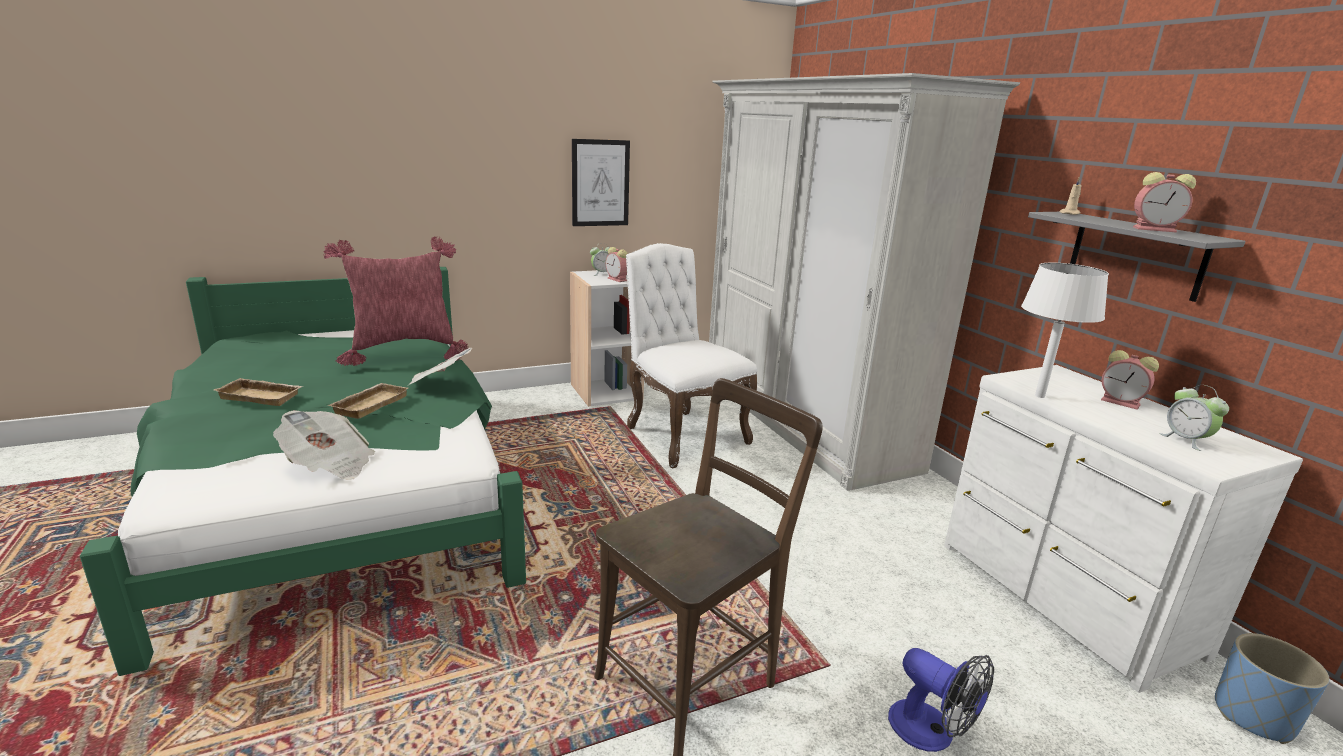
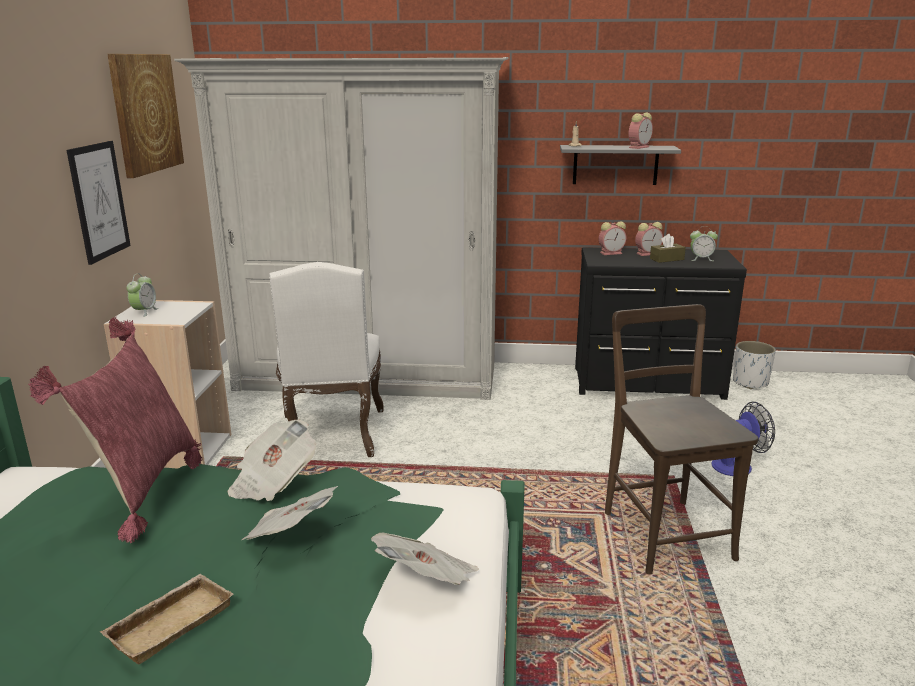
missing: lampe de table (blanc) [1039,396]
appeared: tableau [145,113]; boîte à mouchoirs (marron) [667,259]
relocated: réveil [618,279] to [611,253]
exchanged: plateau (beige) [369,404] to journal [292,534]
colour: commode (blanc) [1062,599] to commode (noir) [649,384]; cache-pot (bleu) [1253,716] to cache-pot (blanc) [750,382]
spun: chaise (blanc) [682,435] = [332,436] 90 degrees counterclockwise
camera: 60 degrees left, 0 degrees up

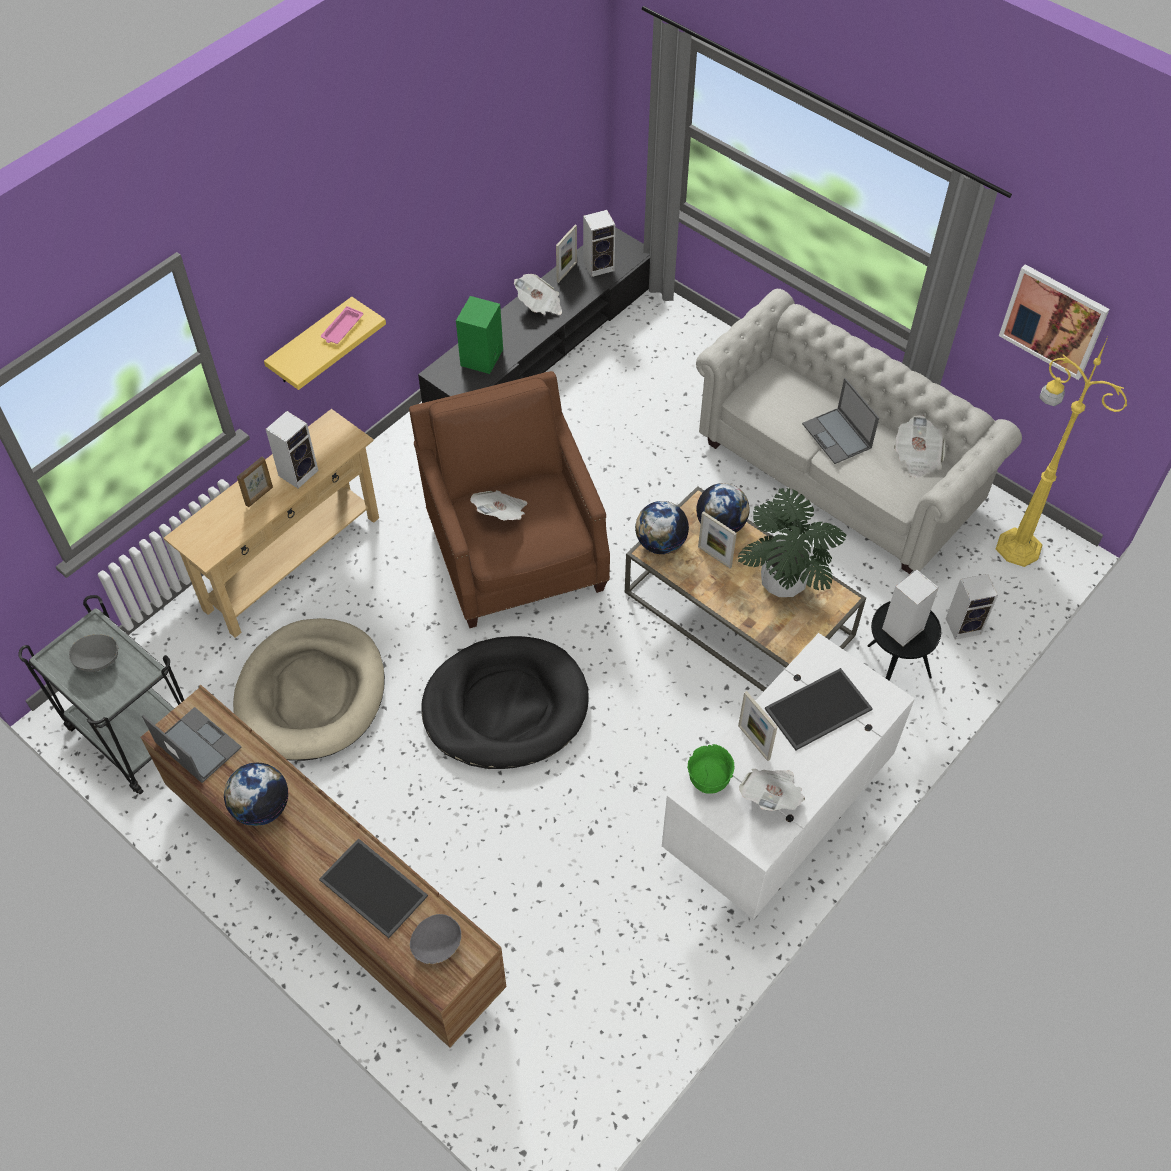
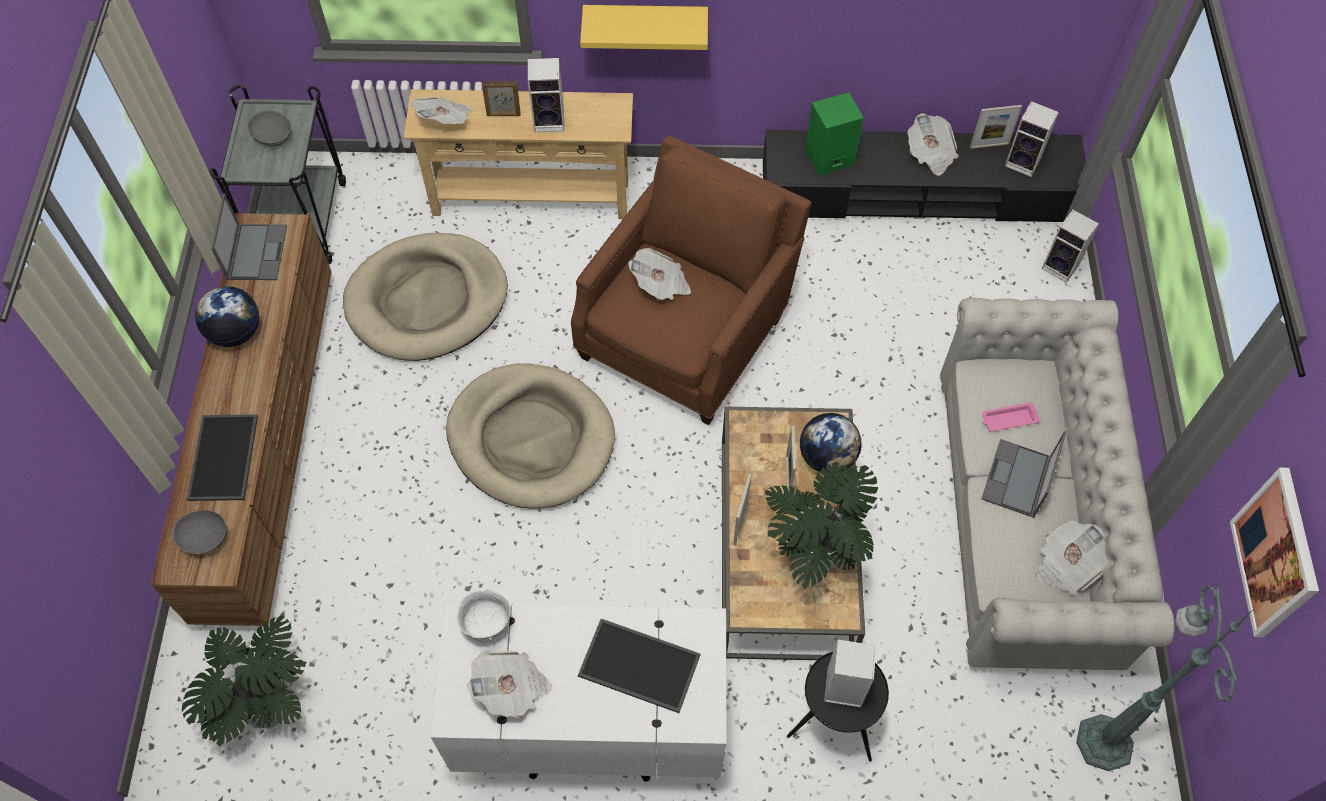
missing: globe [660,543]
appeared: journal [445,120]; plante en pot [269,703]
relocated: plateau (rose) [342,329] to [1008,419]; enceinte [964,625] to [1061,267]; cadre photo [754,742] to [740,523]
colour: lampadaire (jaune) [1016,546] to lampadaire (vert) [1104,739]; panier pour chien (noir) [505,706] to panier pour chien (beige) [531,438]; bol (vert) [709,780] to bol (blanc) [487,625]
camera: 50 degrees right, 5 degrees up

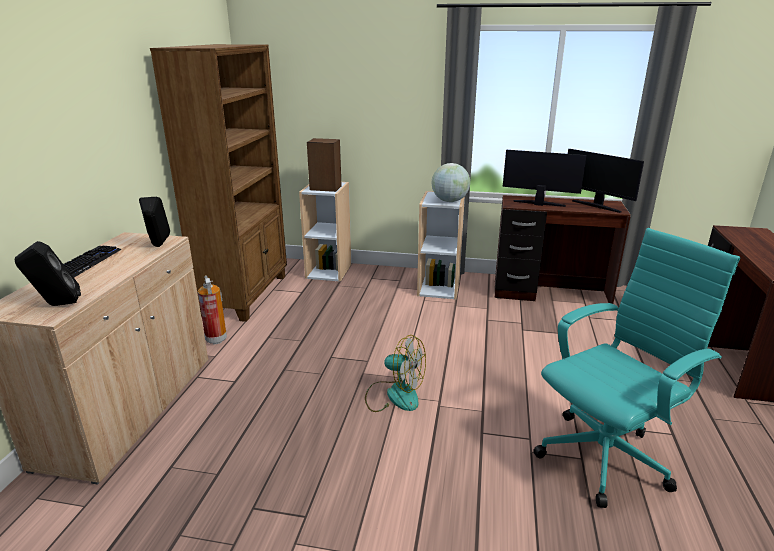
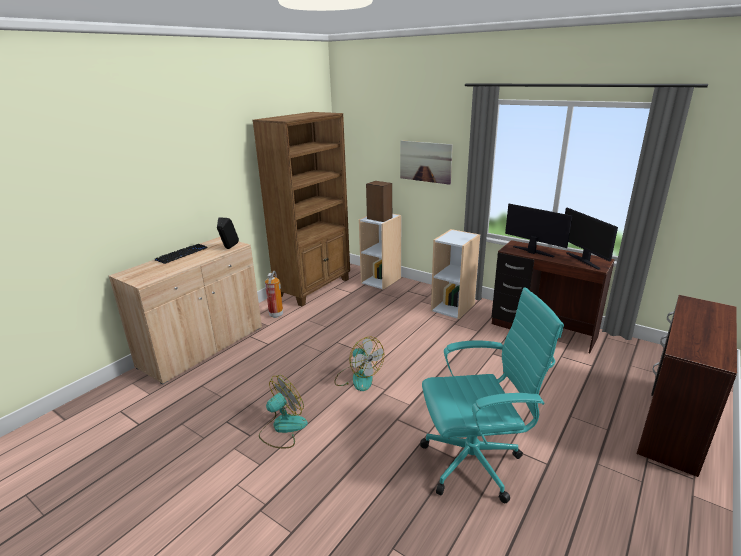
missing: globe [449,201]; enceinte (noir) [56,305]
appeared: tableau [425,161]; ventilateur [283,428]
camera: 25 degrees right, 0 degrees up

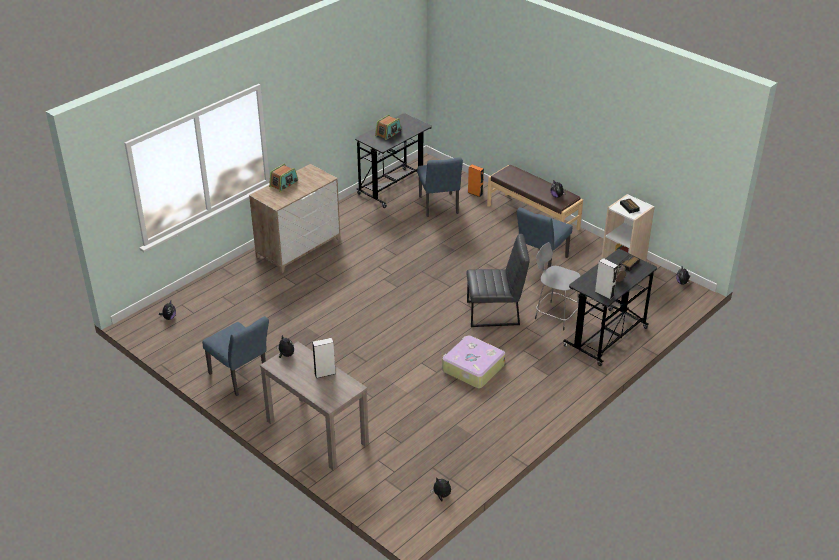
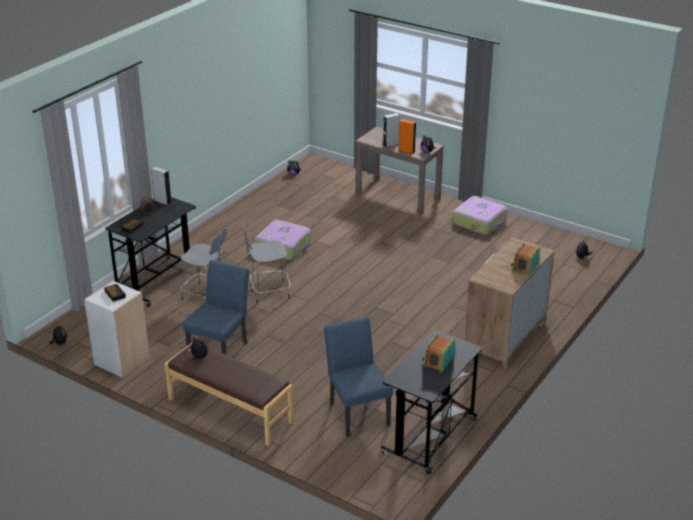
relocated: enceinte (orange) [475,193] to [406,151]
exchanged: chaise (gris) [495,313] to tabouret (gris) [268,292]; chaise (bleu) [241,378] to valise [480,222]
camera: 170 degrees right, 5 degrees down

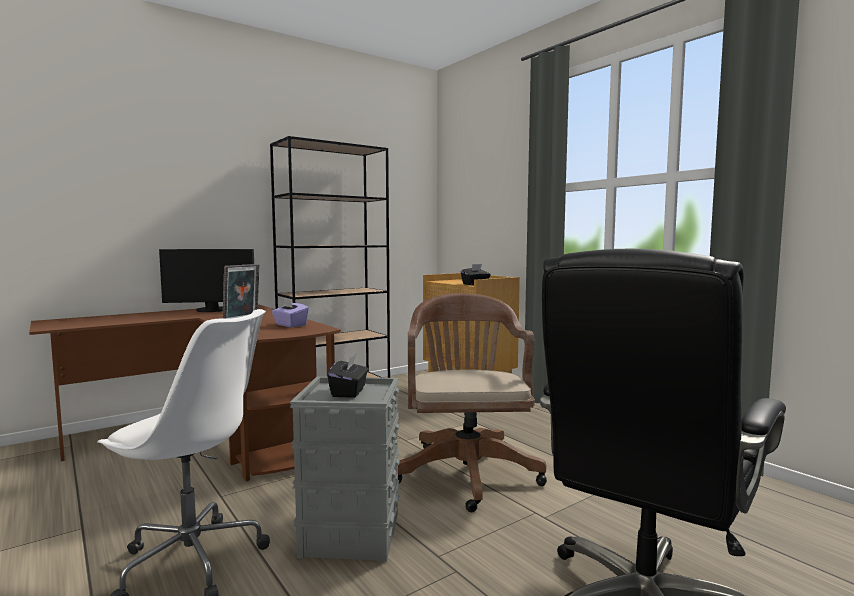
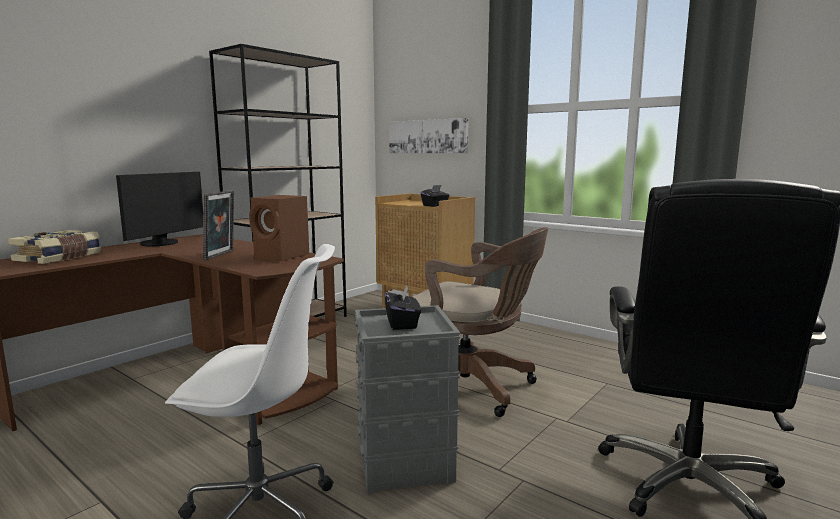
appeared: tableau [428,136]; livre [59,258]
exchanged: boîte à mouchoirs (violet) [290,325] to enceinte (marron) [283,256]
spun: écran d'ordinateur [211,310] = [162,243] 45 degrees counterclockwise; chaise de bureau (marron) [466,470] = [472,387] 135 degrees clockwise
camera: 15 degrees left, 5 degrees up

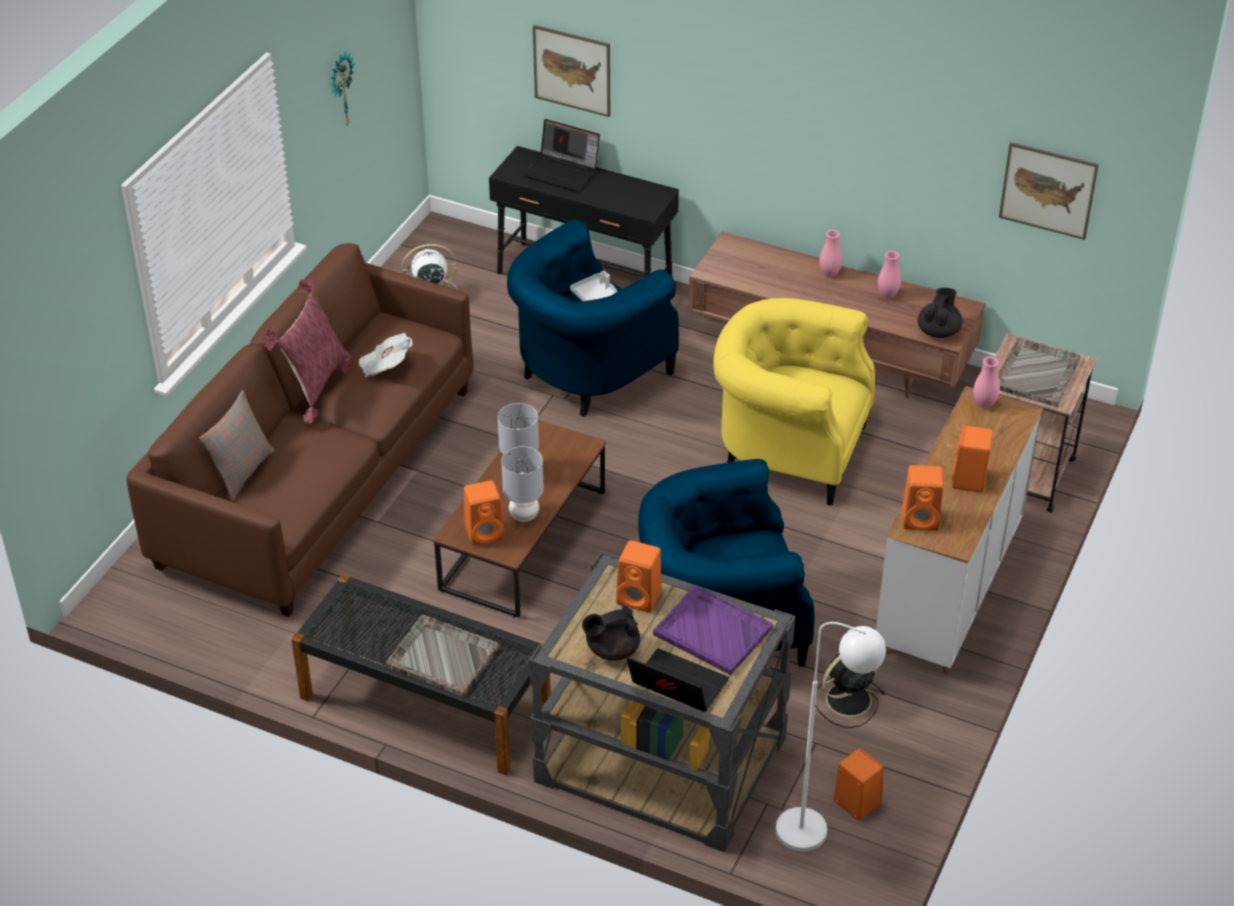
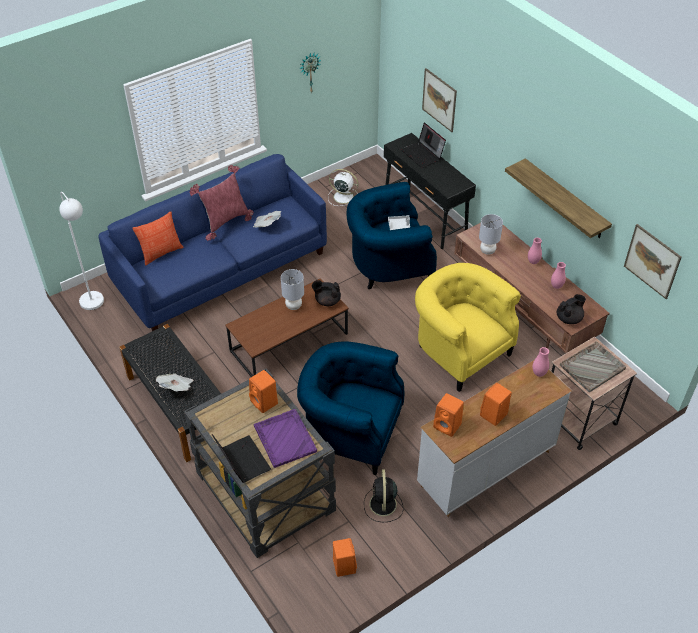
missing: enceinte (orange) [485,532]
appeared: étagère [565,199]
relocated: lampe de table (gris) [523,515] to [487,251]; théière (noir) [611,650] to [327,301]; lampadaire (blanc) [816,836] to [95,306]
exchanged: plateau (gris) [441,657] to journal [176,388]
colour: canapé (marron) [317,476] to canapé (bleu) [221,268]; coussin (gris) [243,472] to coussin (orange) [161,253]
spun: ventilateur (noir) [846,700] = [383,505] 90 degrees counterclockwise
camera: 30 degrees right, 5 degrees up

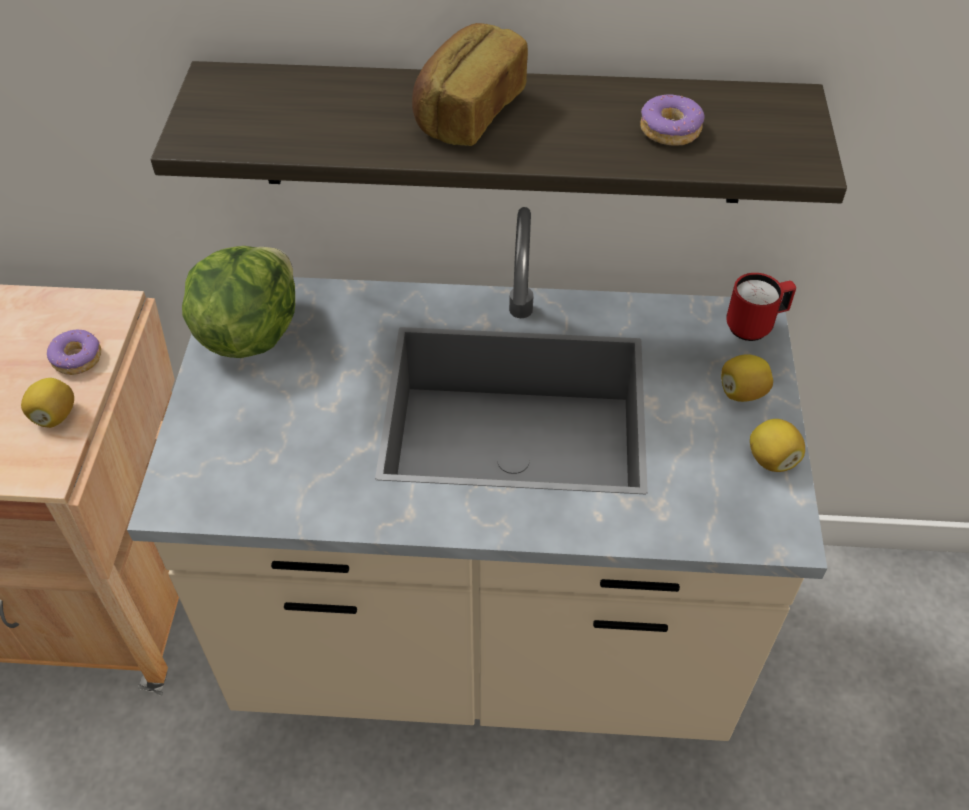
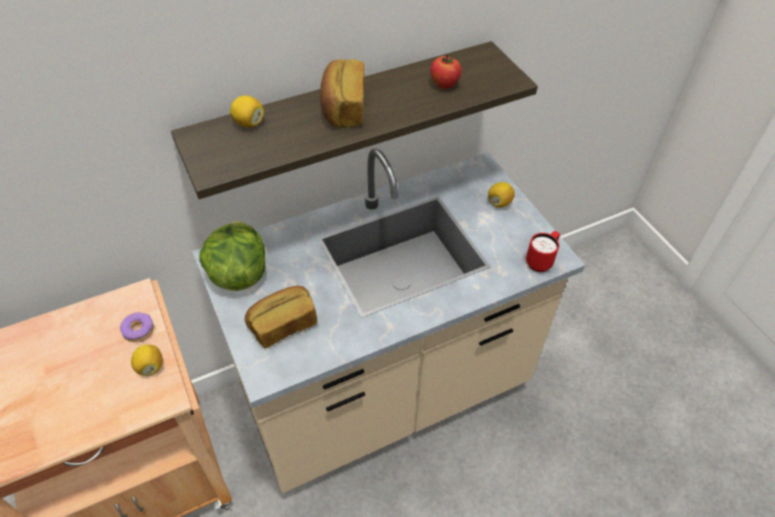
appeared: pain [283,324]
relocated: mug (rouge) [755,326] to [541,261]; citron [771,459] to [249,123]
exchanged: beignet [670,130] to pomme [444,84]
camera: 30 degrees left, 0 degrees up

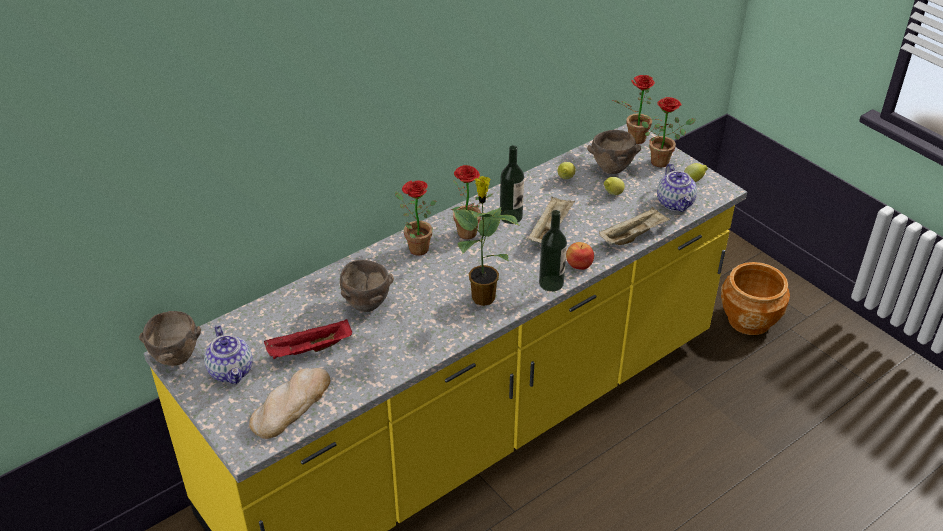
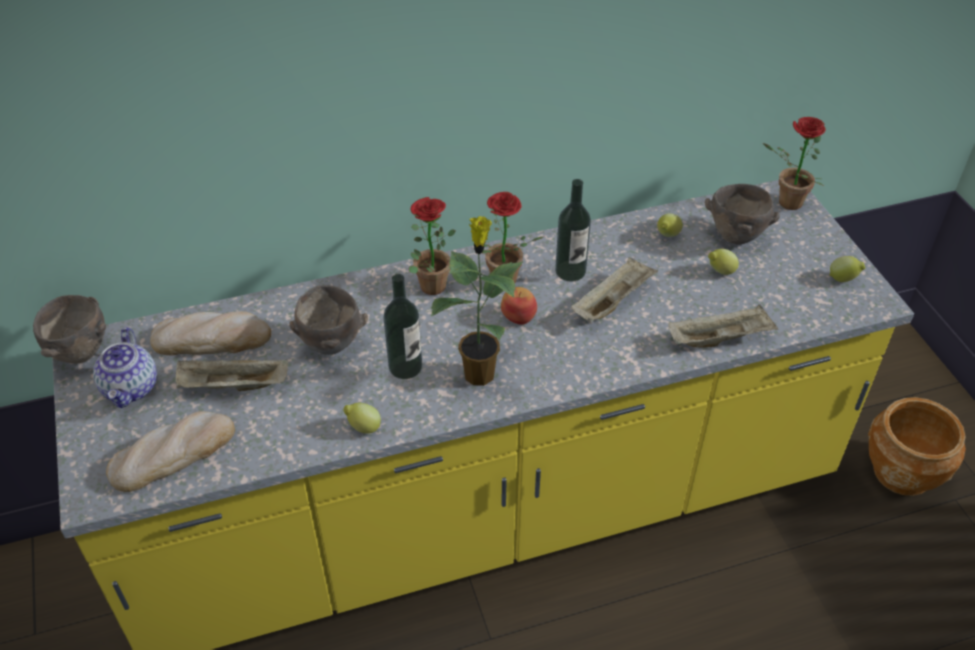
missing: plante en pot [663,161]; théière [675,203]
appeared: pain [212,338]; citron [363,427]
relocated: bouteille [551,283] to [405,366]; pomme [579,264] to [518,316]
colour: plateau (rouge) [309,350] to plateau (beige) [233,386]
camera: 20 degrees right, 5 degrees up

